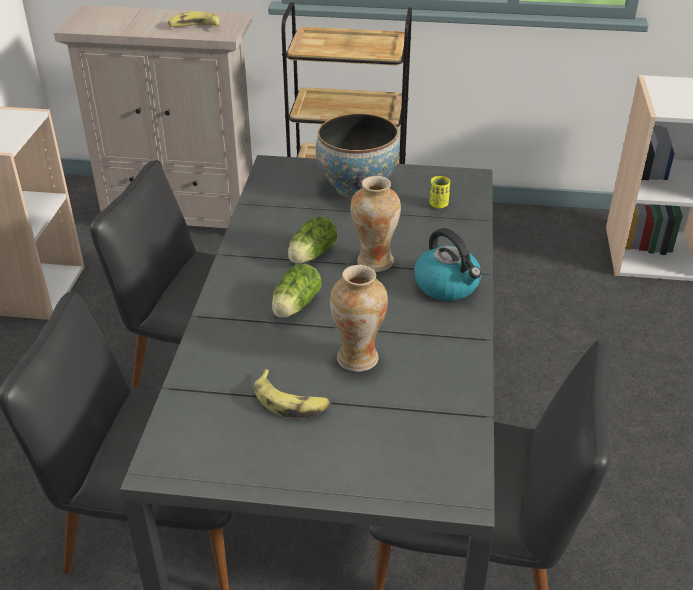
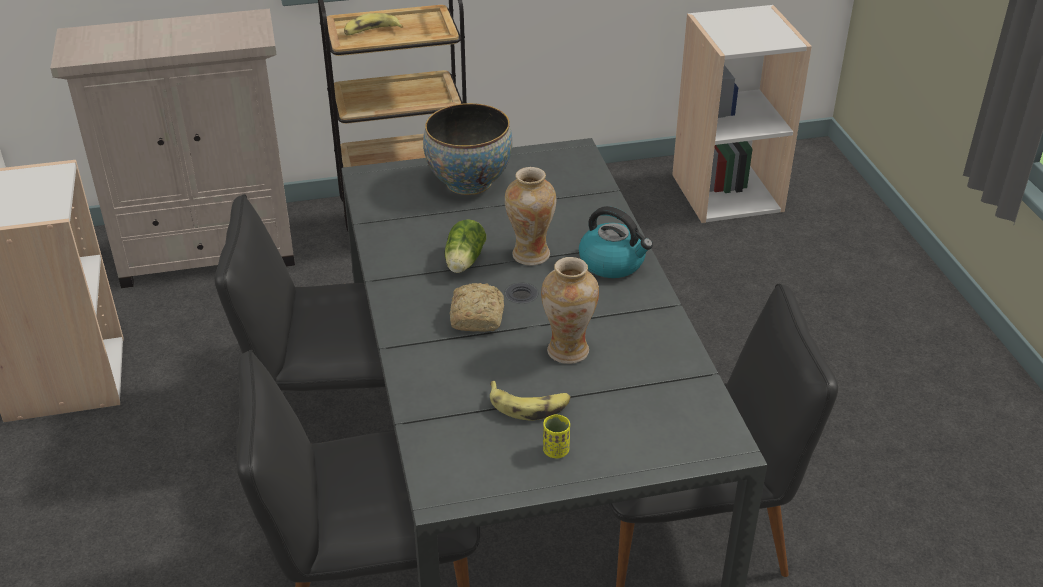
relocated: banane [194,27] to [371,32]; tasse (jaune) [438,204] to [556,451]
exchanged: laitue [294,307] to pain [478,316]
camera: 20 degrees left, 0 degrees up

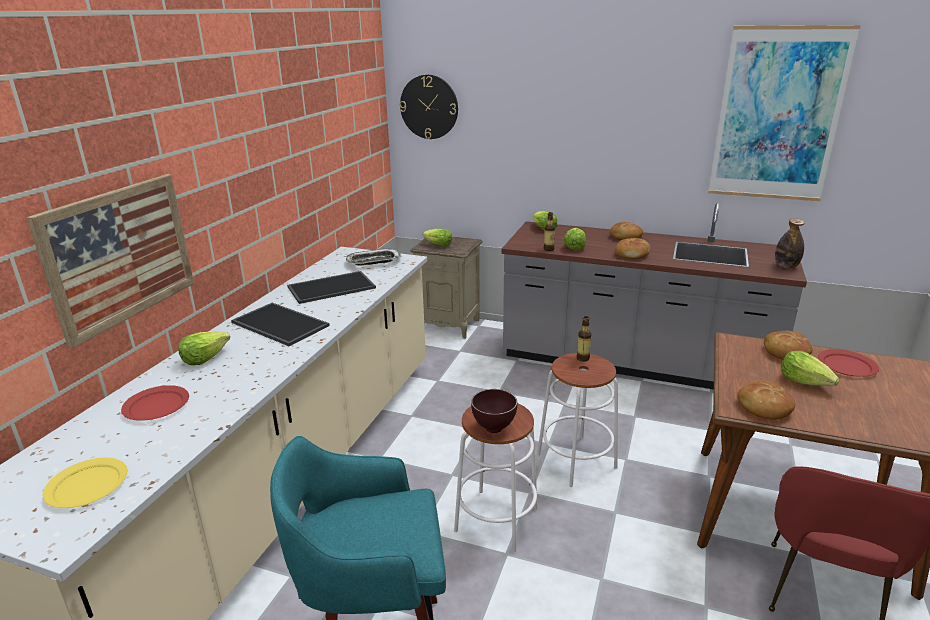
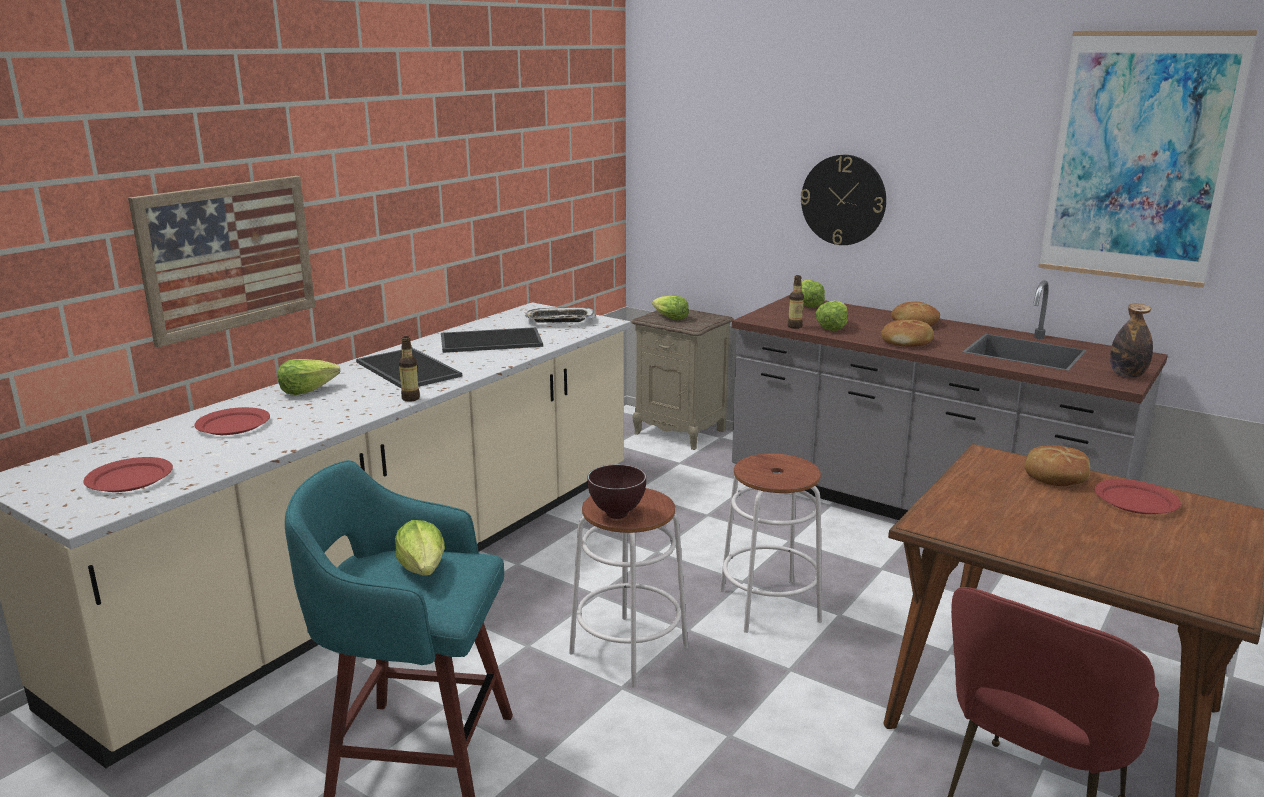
missing: pain [763,407]
relocated: horloge murale [429,107] to [843,200]; bouteille [583,358] to [410,398]; laitue [805,382] to [423,568]
colour: assiette (jaune) [88,485] to assiette (rouge) [130,478]
camera: 15 degrees right, 5 degrees down

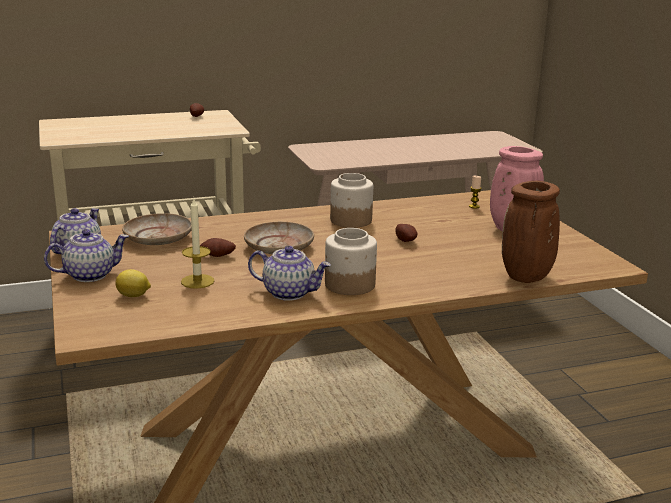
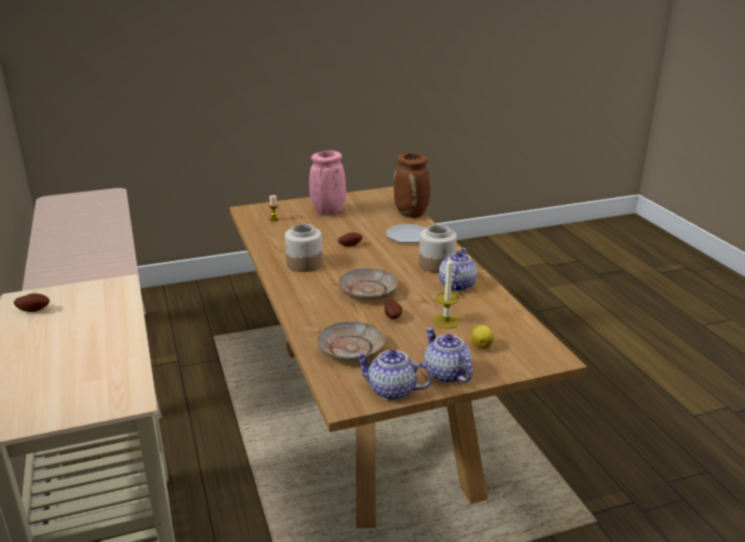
appeared: assiette [408,235]
camera: 90 degrees left, 5 degrees up

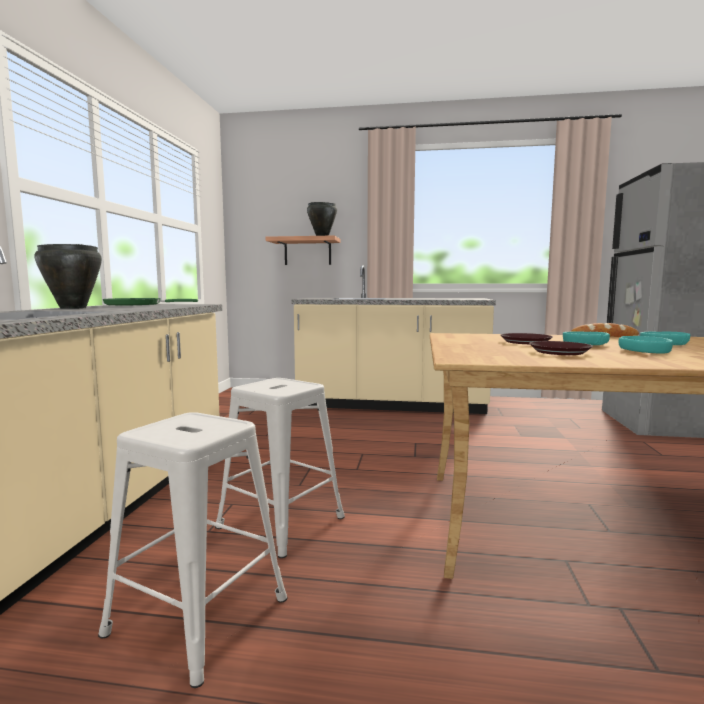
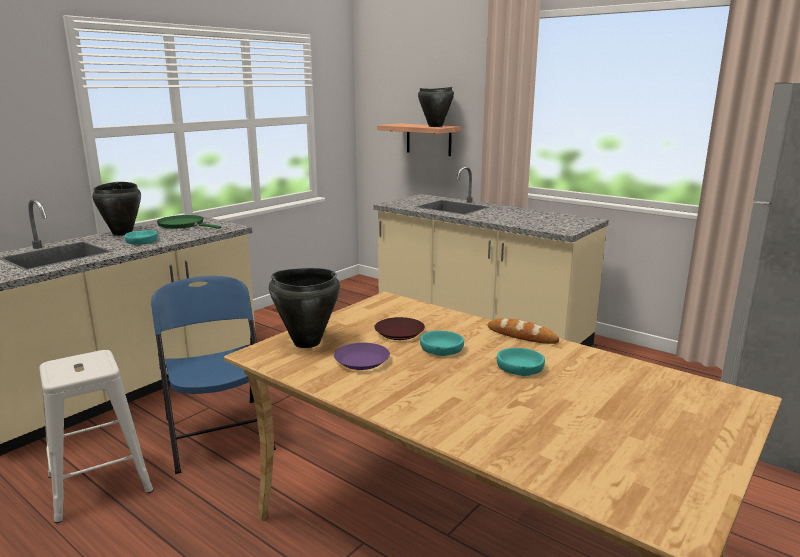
appeared: marmite (noir) [306,342]
relocated: bol (turquoise) [644,351] to [142,241]
exchanged: tabouret (blanc) [281,522] to chaise (bleu) [219,434]
colour: assiette (marron) [559,352] to assiette (violet) [361,361]
camera: 30 degrees right, 10 degrees up

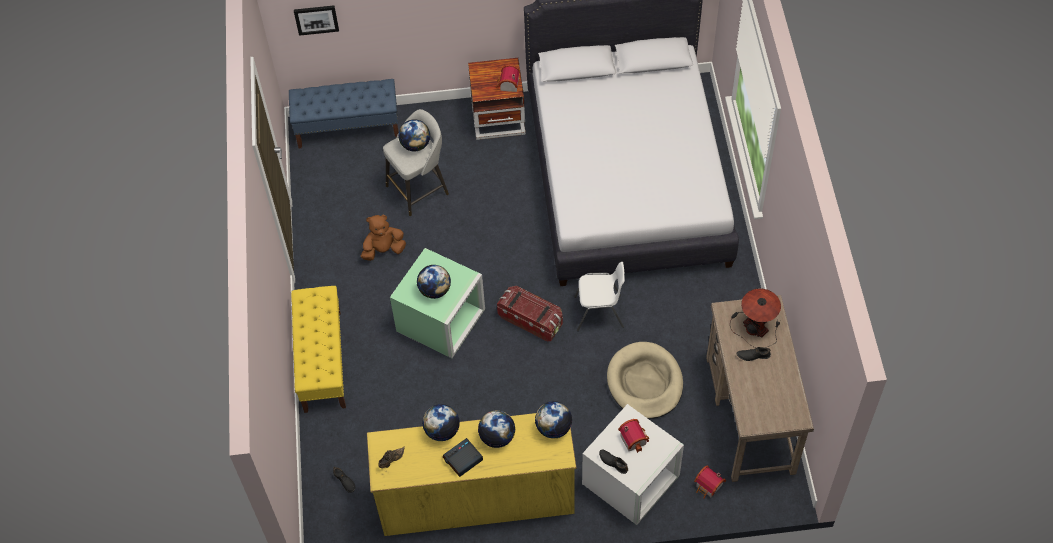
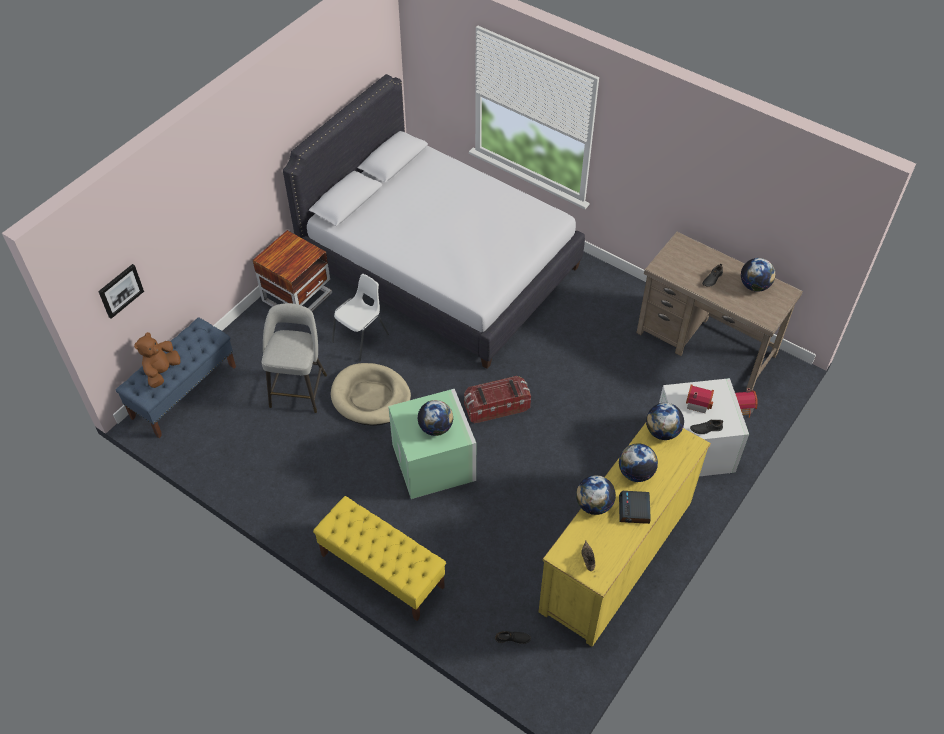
missing: maison miniature [508,85]; lampe de table [755,327]
relocated: globe [415,145] to [754,286]; peluche (marron) [383,250] to [162,372]; chaise (blanc) [599,312] to [361,338]; panier pour chien (beige) [645,382] to [371,397]
camera: 50 degrees left, 5 degrees down

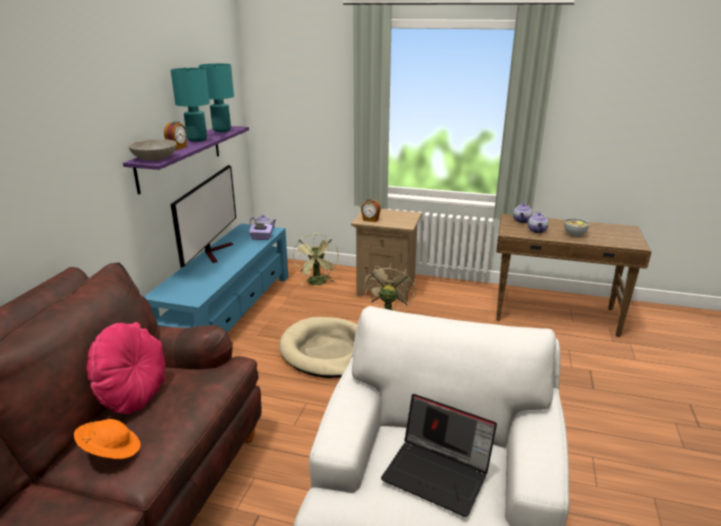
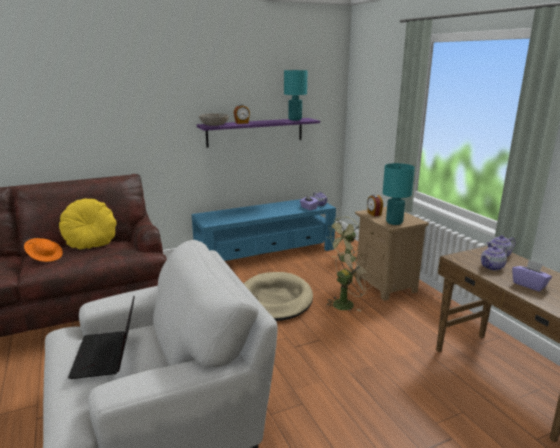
missing: téléviseur [215,252]
relocated: lampe de table (turquoise) [197,140] to [394,223]
exchanged: bol [574,234] to boîte à mouchoirs (violet) [529,285]
colour: coussin (rose) [135,398] to coussin (jaune) [91,245]
camera: 50 degrees right, 5 degrees down

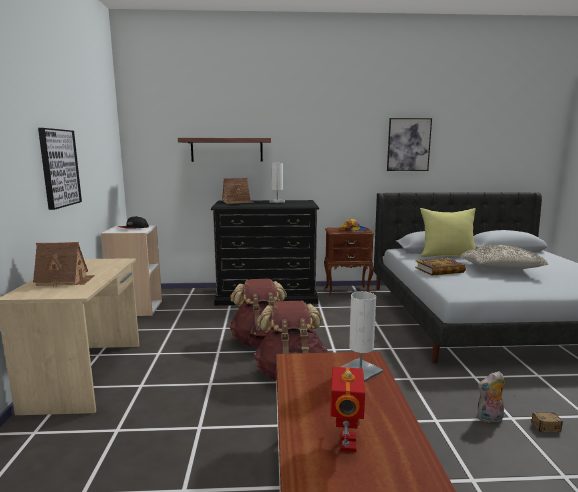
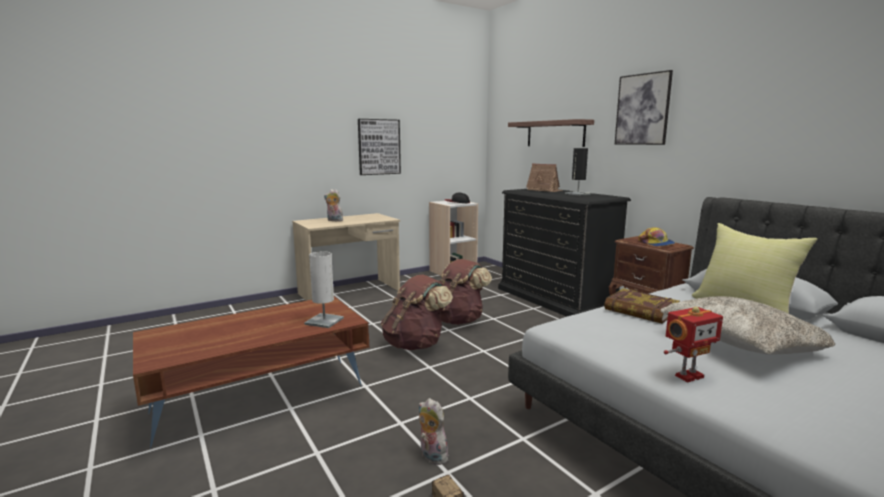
relocated: tableau [408,145] to [642,109]; robot jouet [346,442] to [687,376]
exchanged: maison miniature [65,280] to peluche [334,220]
colour: lampe de table (blanc) [277,202] to lampe de table (noir) [577,194]
camera: 60 degrees right, 0 degrees up

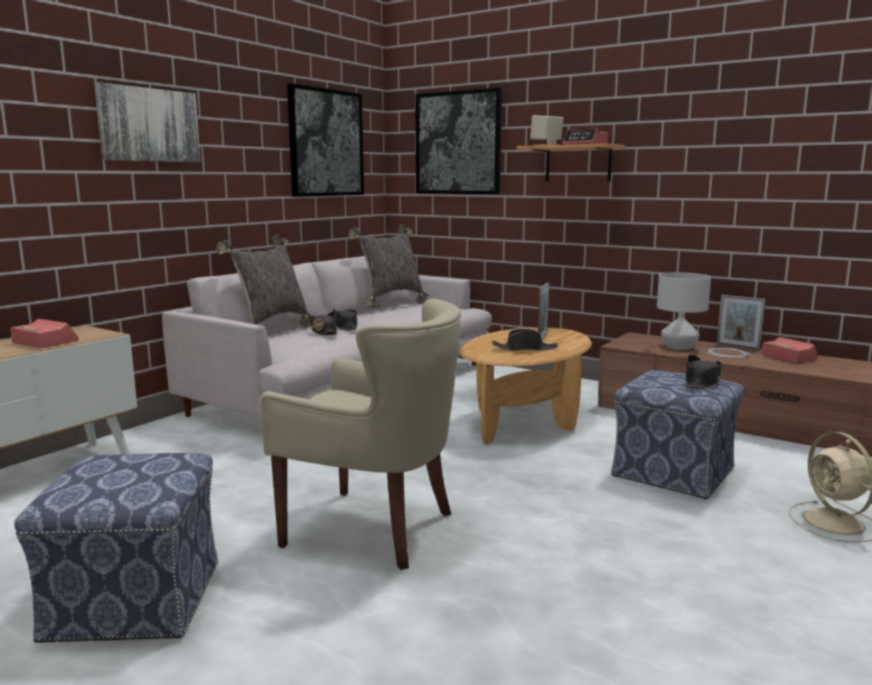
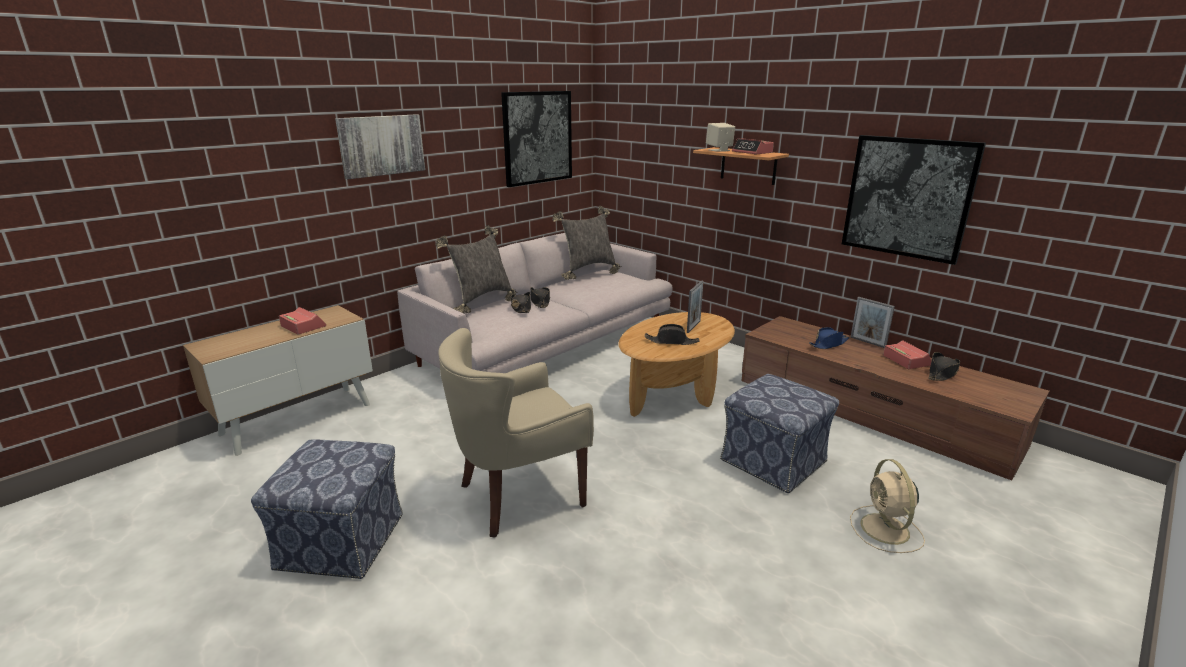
relocated: tableau [458,143] to [908,197]; chapeau (noir) [702,382] to [942,373]
exchanged: lampe de table (gris) [697,349] to chapeau (bleu) [828,344]
spun: fauteuil (beige) [373,530] = [518,495] 120 degrees clockwise
camera: 10 degrees right, 10 degrees up

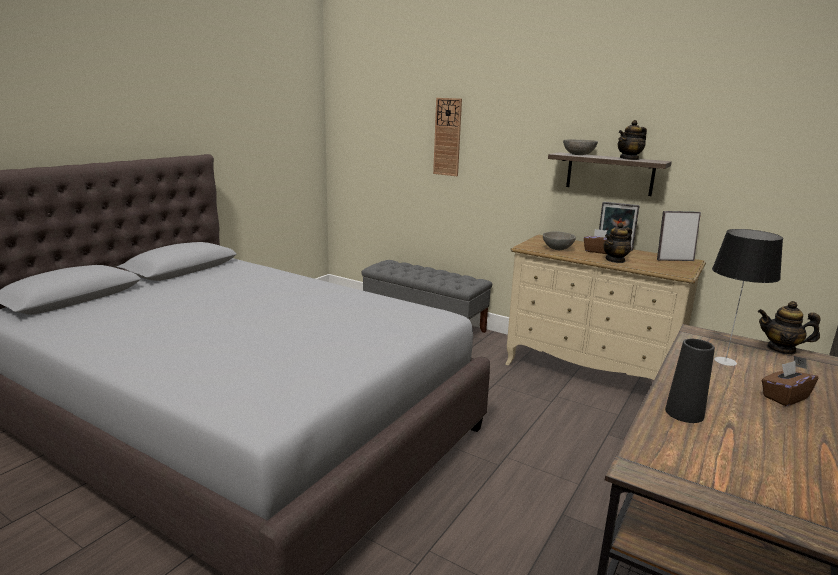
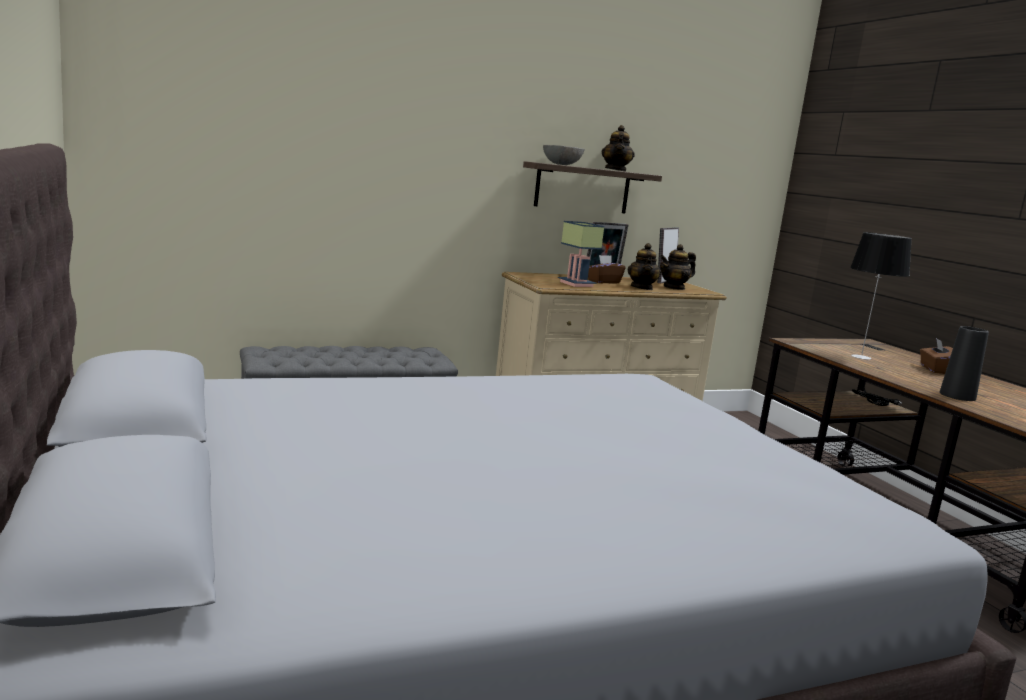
missing: horloge murale [447,137]
relocated: théière [781,349] to [674,287]
exchanged: bol (gris) [557,249] to lampe de table [574,284]
camera: 55 degrees left, 5 degrees down

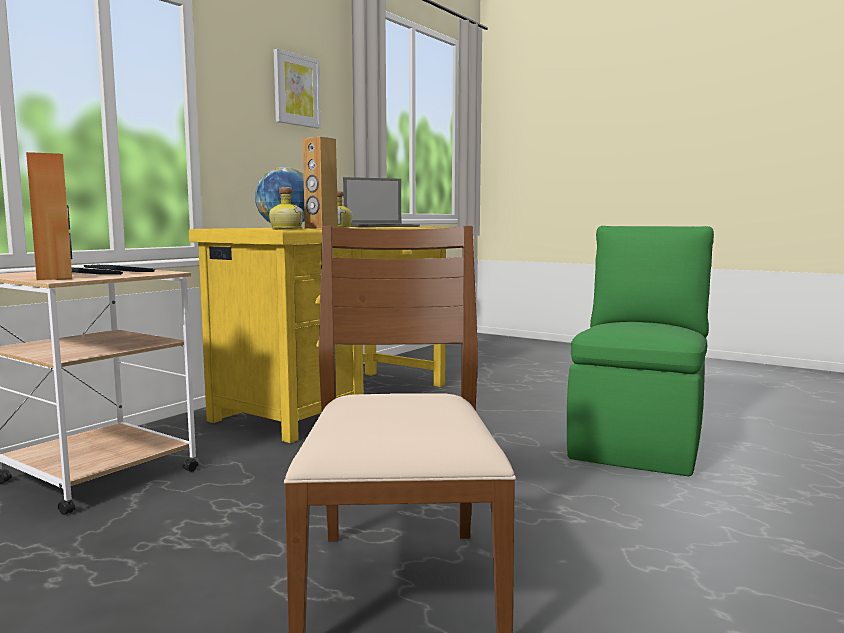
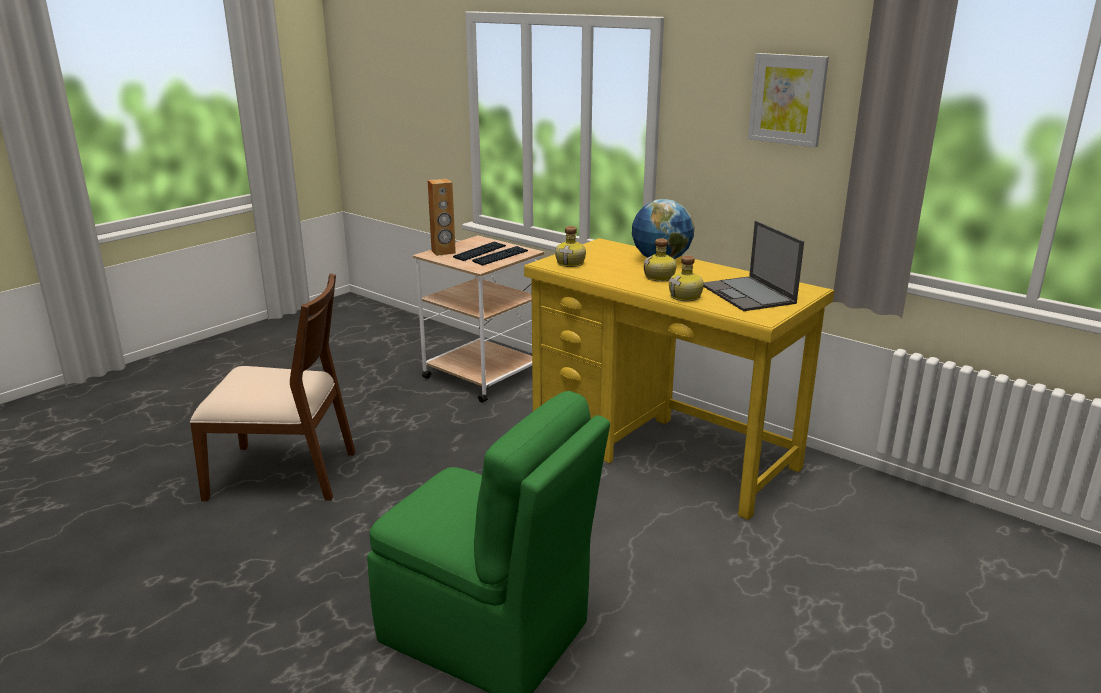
missing: enceinte (marron) [321,228]
appeared: bouteille [686,297]
camera: 95 degrees right, 15 degrees up

